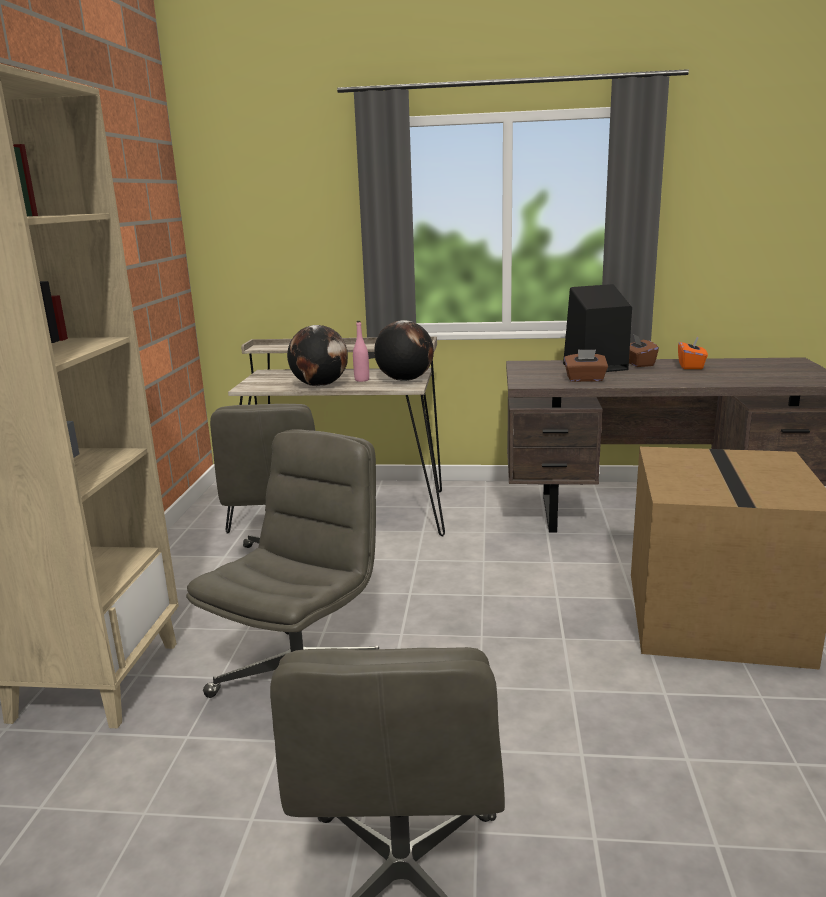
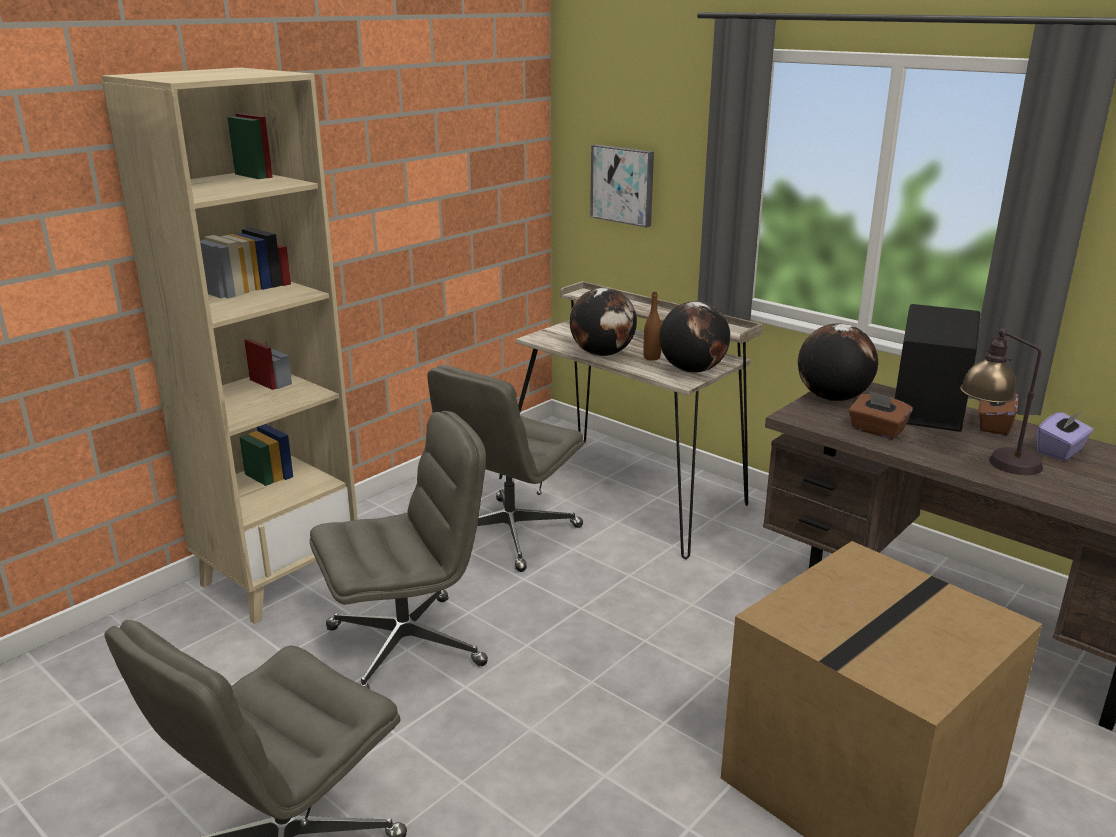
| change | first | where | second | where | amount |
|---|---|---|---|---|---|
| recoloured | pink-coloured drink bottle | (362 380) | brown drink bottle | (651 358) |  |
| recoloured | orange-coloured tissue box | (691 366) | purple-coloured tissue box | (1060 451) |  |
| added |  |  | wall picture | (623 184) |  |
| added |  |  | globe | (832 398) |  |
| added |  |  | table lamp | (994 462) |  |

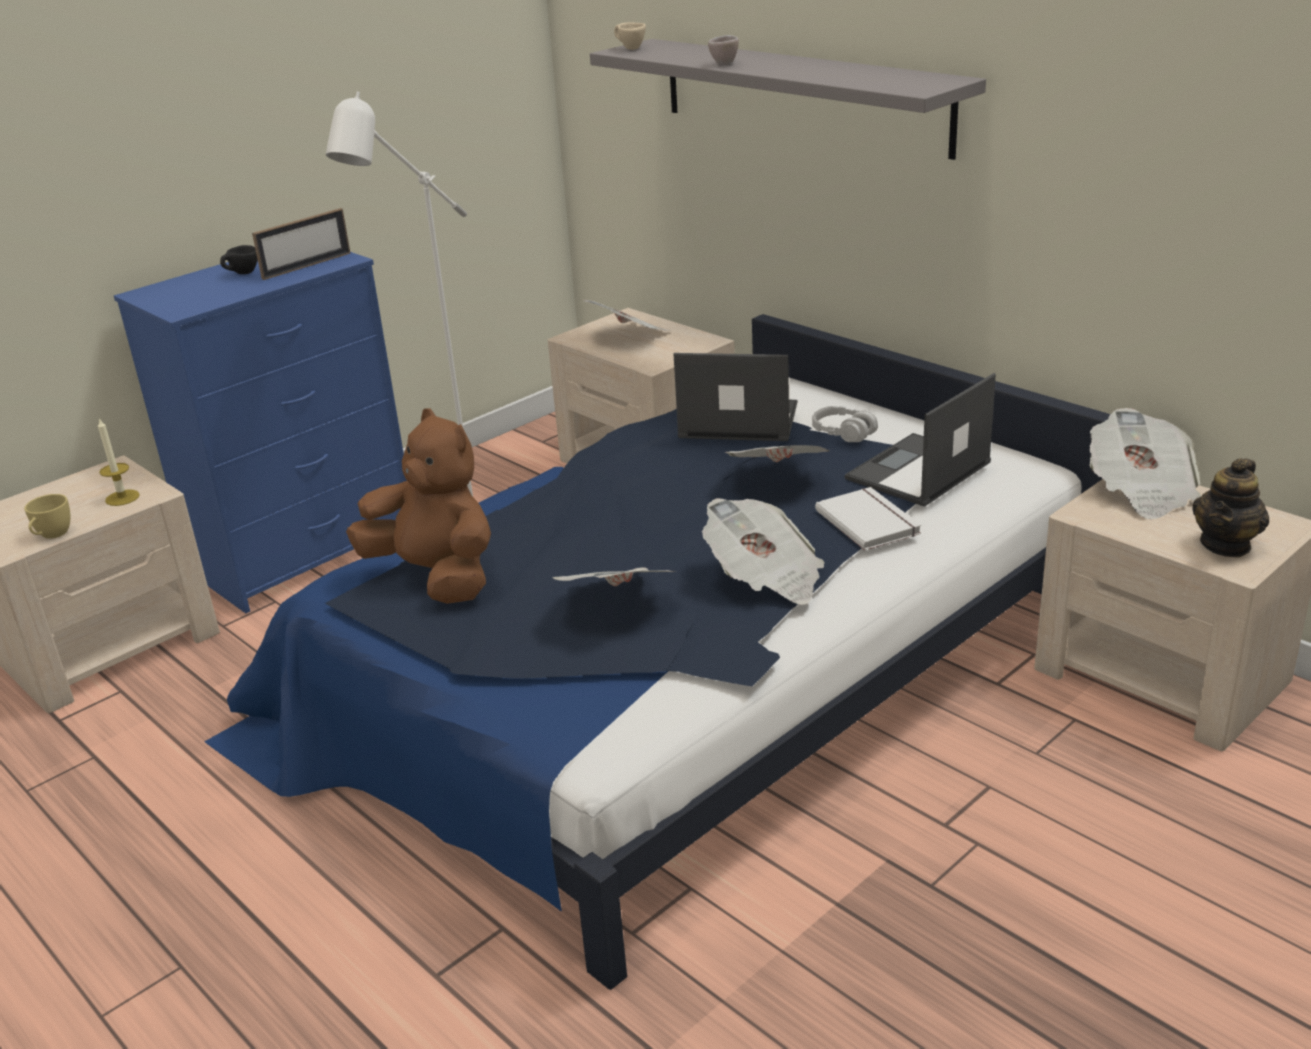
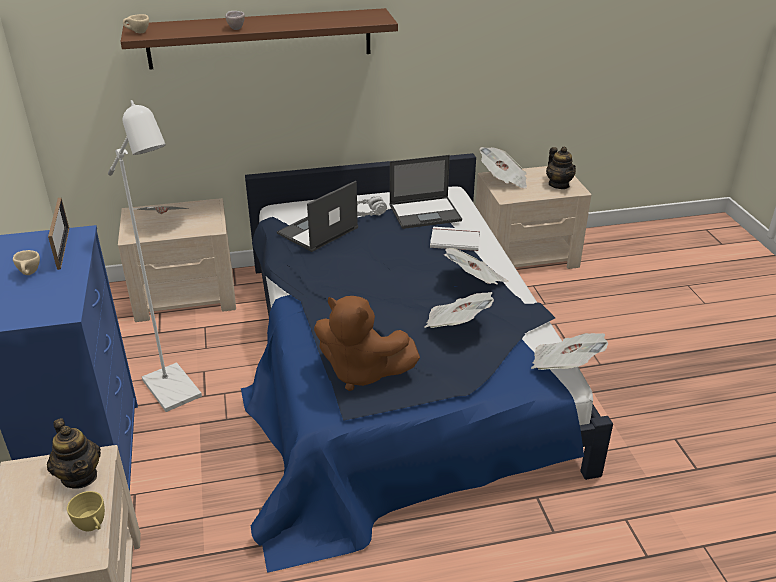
| change | first | where | second | where | amount |
|---|---|---|---|---|---|
| replaced | candle | (122 498) | teapot | (80 476) |  |
| recoloured | black-coloured cup | (242 274) | sand-coloured cup | (30 274) |  |
| turned | brown soft toy | (436 576) |  | (361 372) | 135 degrees counterclockwise |
| recoloured | greyish shelf | (801 95) | brown shelf | (260 38) |  |
| moved | daily paper | (777 478) |  | (564 366) |  |
| turned | laptop | (917 471) |  | (426 213) | 90 degrees counterclockwise |

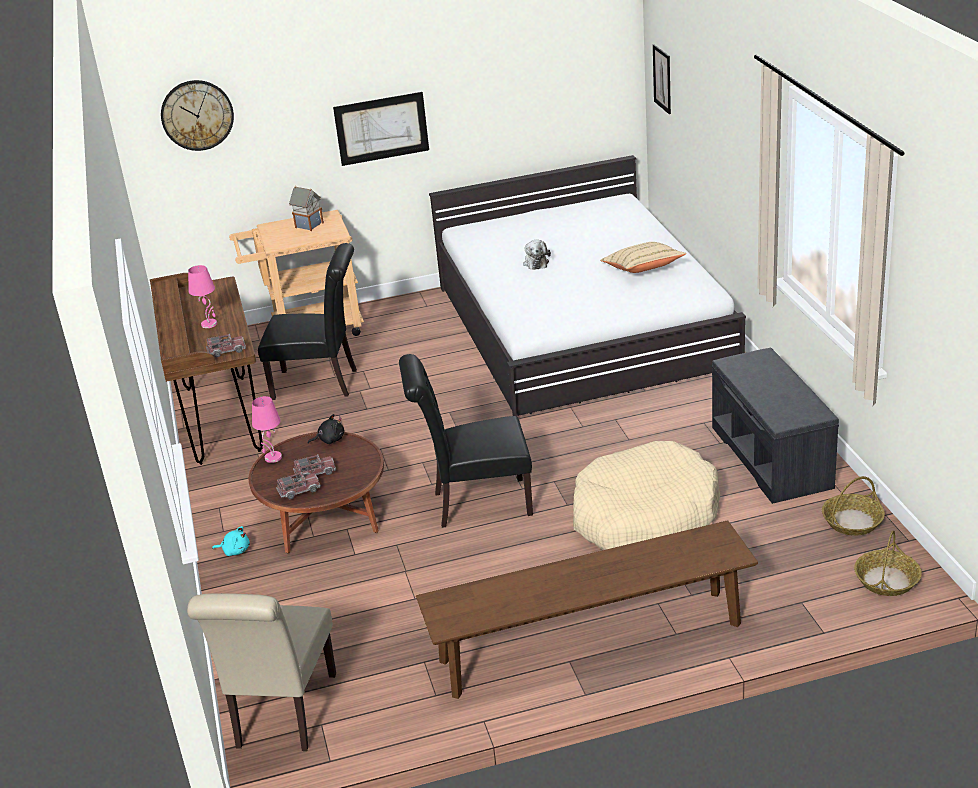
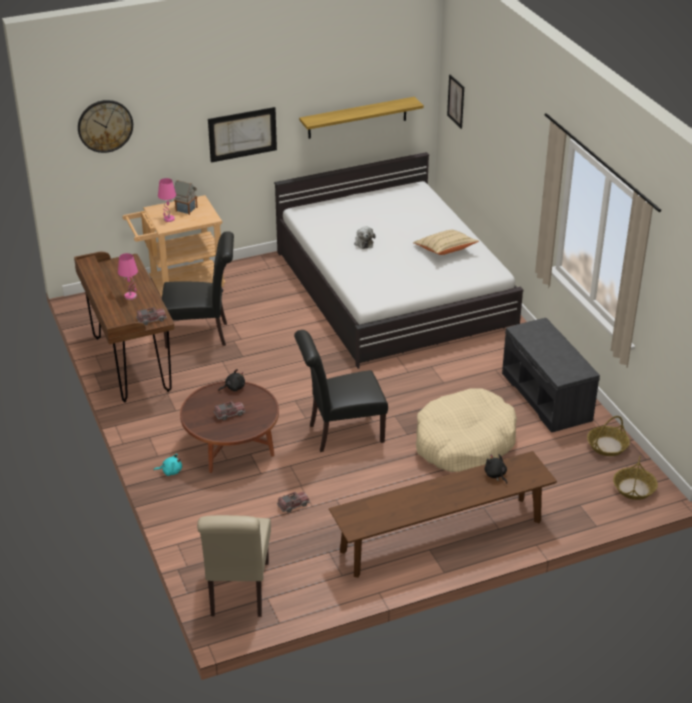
| change | first | where | second | where | amount |
|---|---|---|---|---|---|
| moved | pink-coloured table lamp | (273 458) |  | (169 219) |  |
| moved | toy lorry | (299 491) |  | (293 505) |  |
| added |  |  | shelf | (357 118) |  |
| added |  |  | black-coloured soft toy | (495 475) |  |

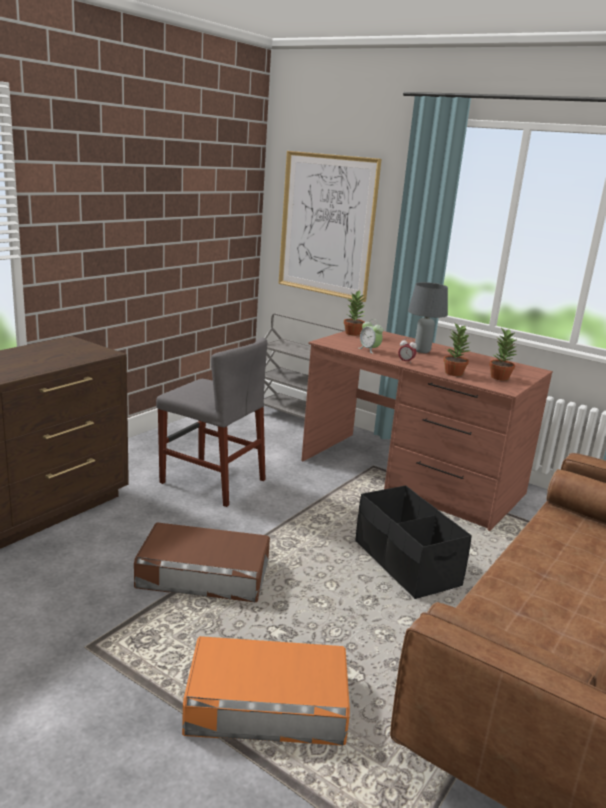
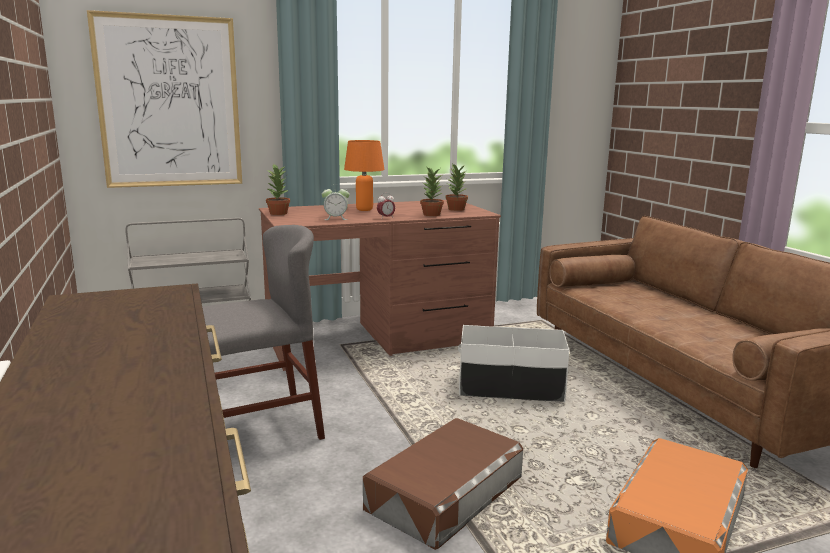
| change | first | where | second | where | amount |
|---|---|---|---|---|---|
| recoloured | black-coloured storage box | (405 563) | white-coloured storage box | (510 388) |  |
| recoloured | greyish table lamp | (422 351) | orange-coloured table lamp | (364 209) |  |

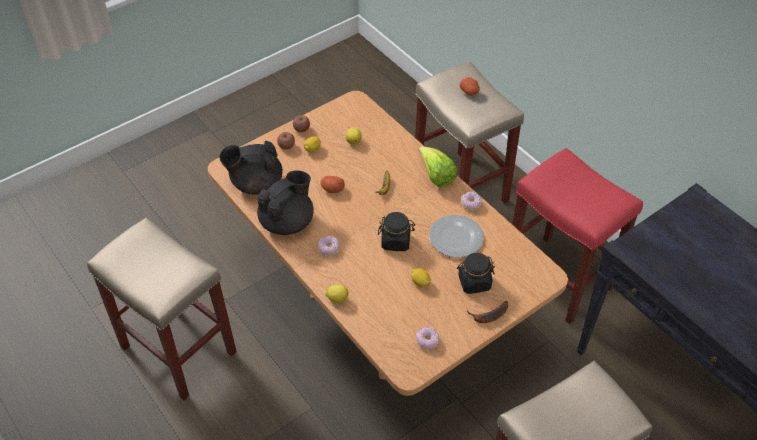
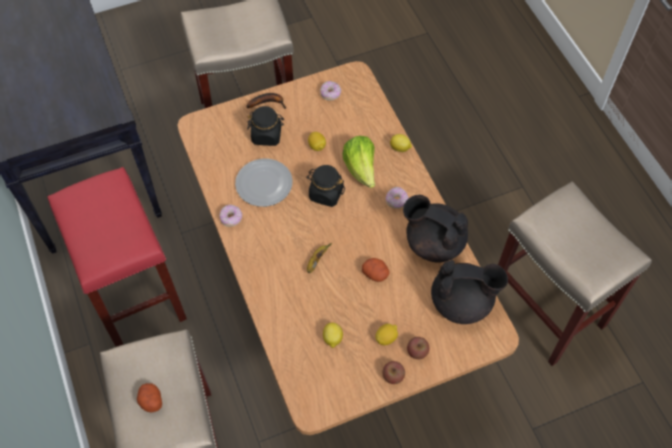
| change | first | where | second | where | amount |
|---|---|---|---|---|---|
| turned | black-coloured teapot | (287 222) |  | (433 242) | 60 degrees clockwise |
| moved | lettuce | (436 176) |  | (361 169) |  |

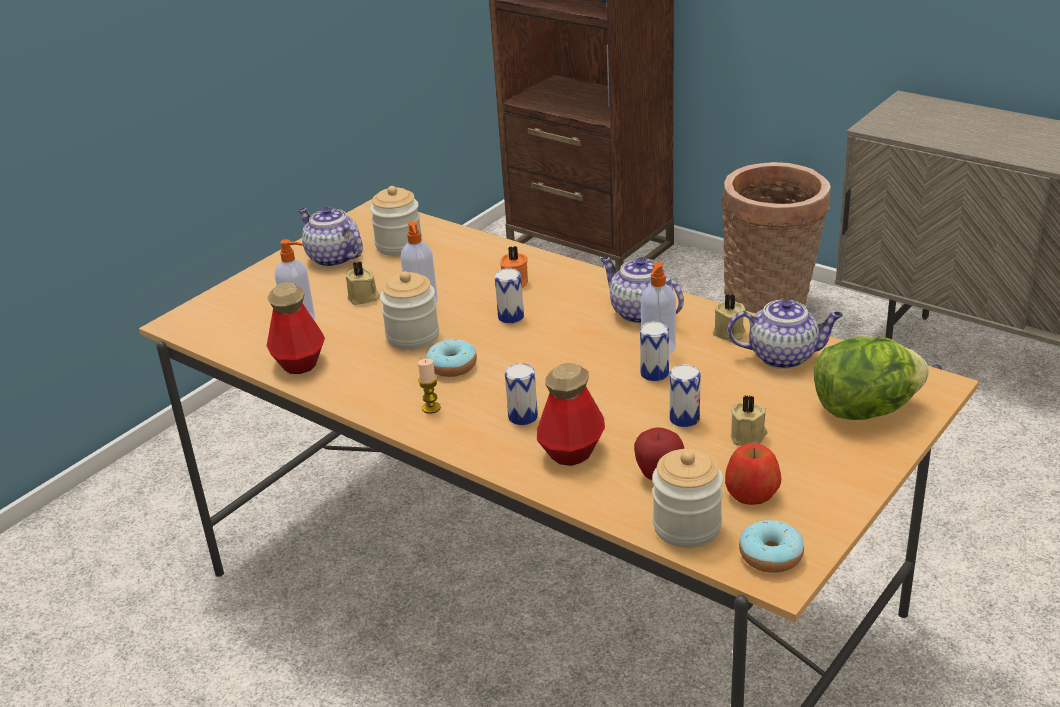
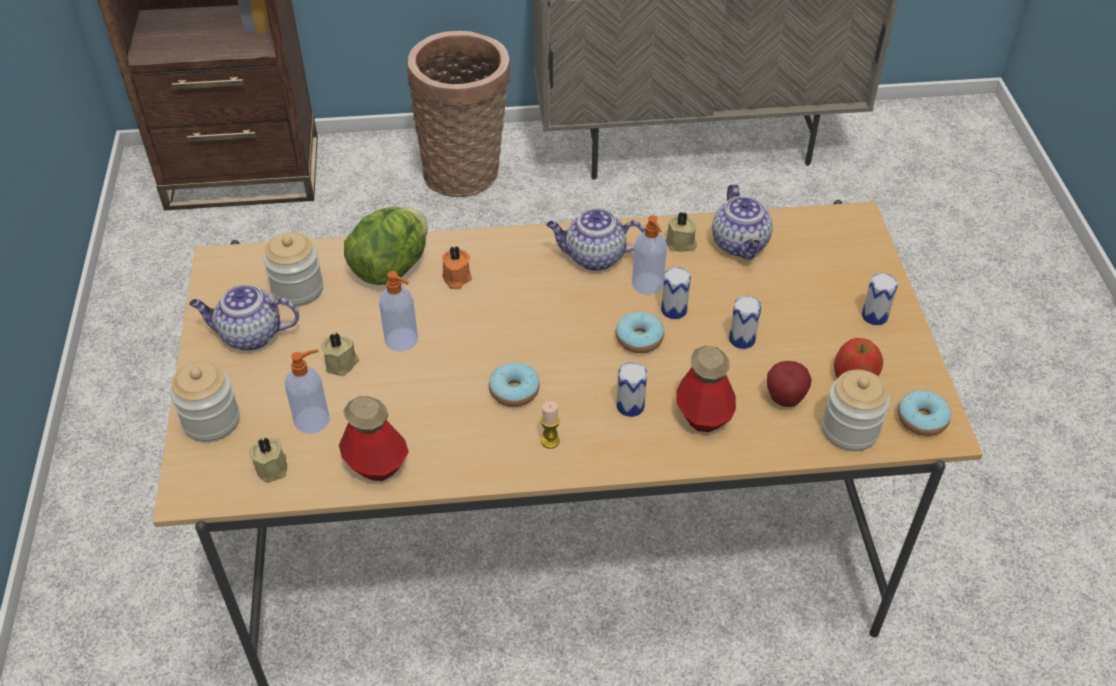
| change | first | where | second | where | amount |
|---|---|---|---|---|---|
| moved | jar | (412 336) |  | (211 421) |  |
| moved | sealed can | (511 317) |  | (874 316) |  |
| turned | teapot | (784 356) |  | (740 245) | 120 degrees clockwise |
| moved | sand-coloured candle | (749 436) |  | (273 467) |  |
| moved | lettuce | (864 410) |  | (391 268) |  |
| added |  |  | ring doughnut | (639 339) |  |

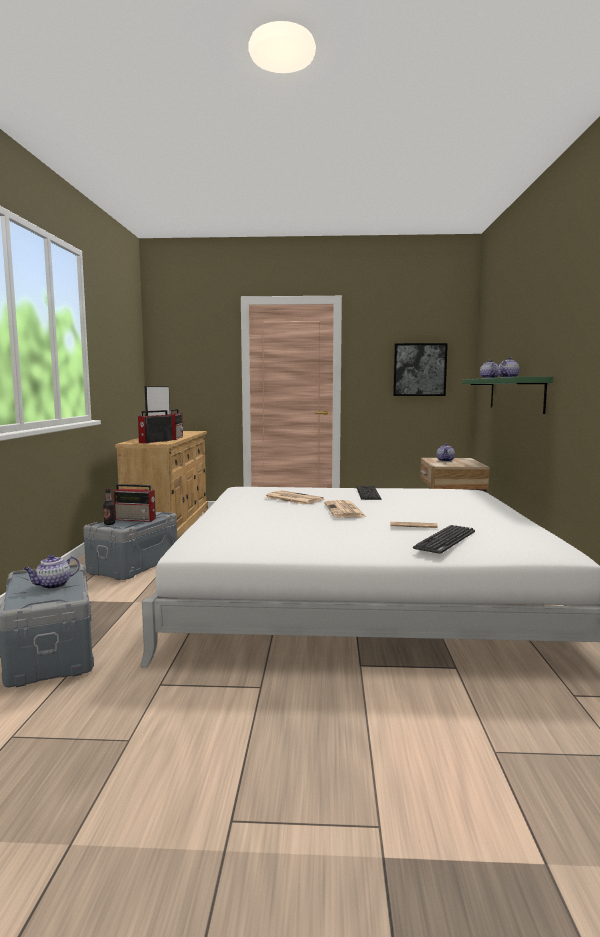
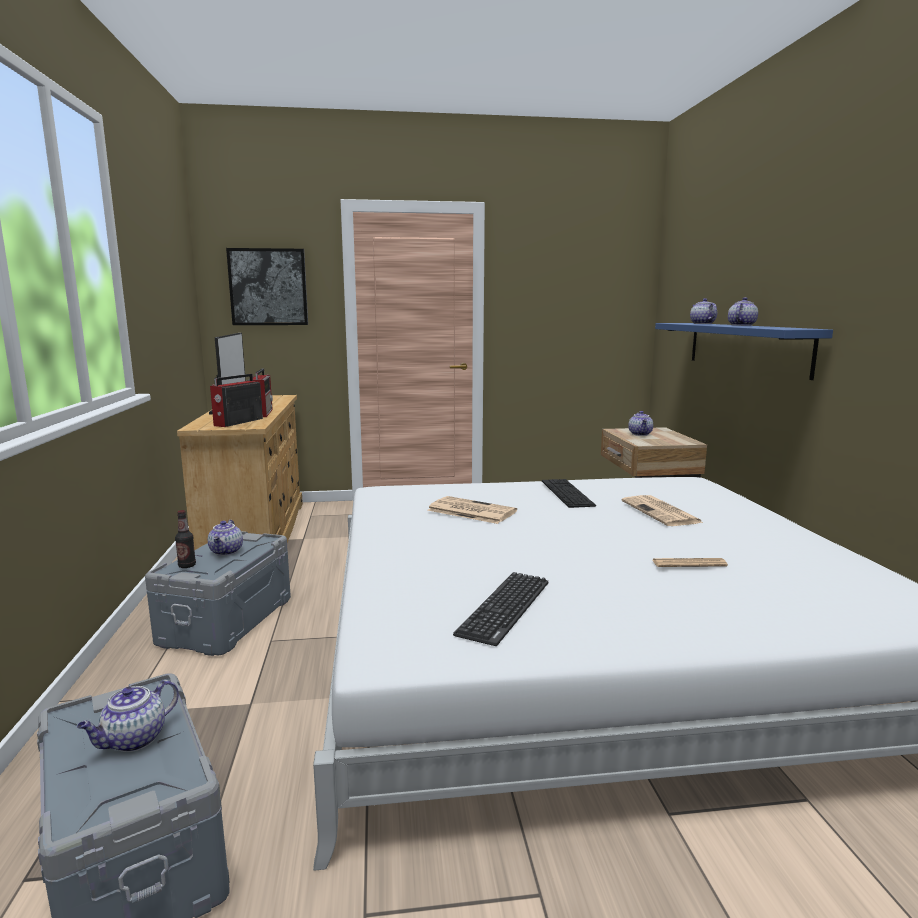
| change | first | where | second | where | amount |
|---|---|---|---|---|---|
| replaced | radio | (136 519) | teapot | (227 552) |  |
| moved | daily paper | (344 510) |  | (662 512) |  |
| moved | wall picture | (419 369) |  | (268 287) |  |
| moved | PC keyboard | (445 540) |  | (505 607) |  |
| recoloured | green shelf | (515 394) | bluish shelf | (745 347) |  |

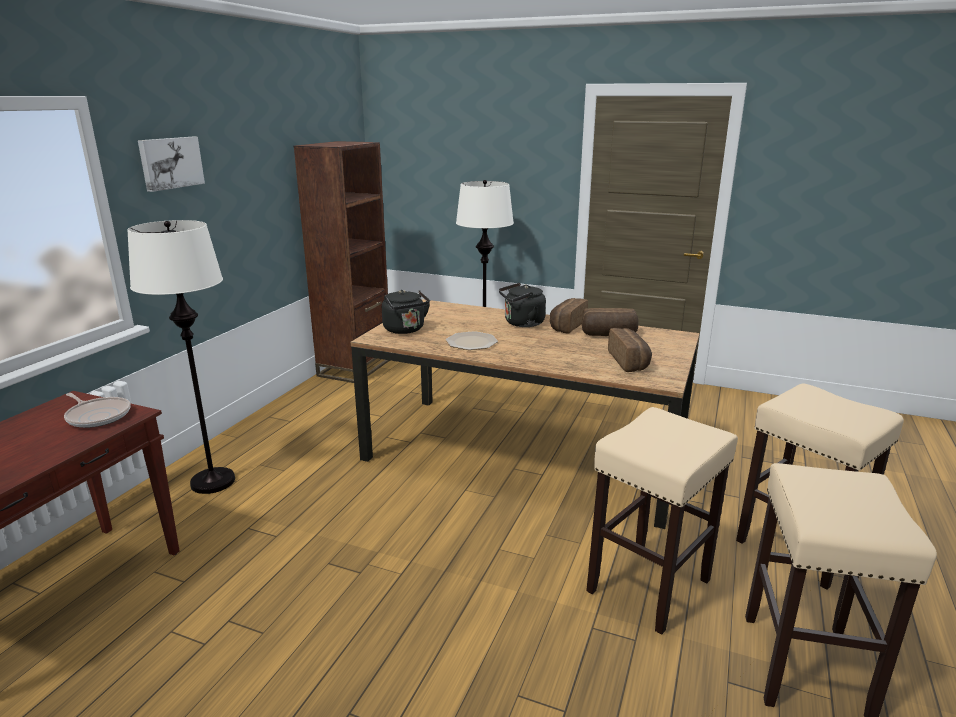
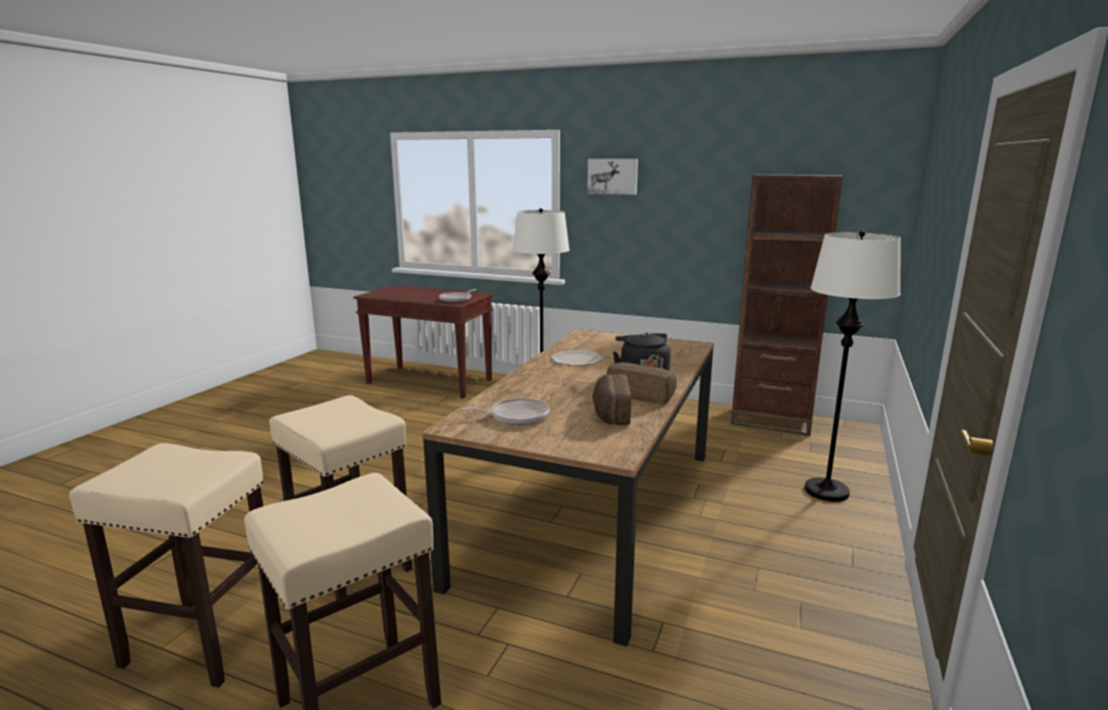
| change | first | where | second | where | amount |
|---|---|---|---|---|---|
| removed | black-coloured tea kettle | (405 330) |  |  |  |
| replaced | baked bread | (630 362) | pan | (516 416) |  |

